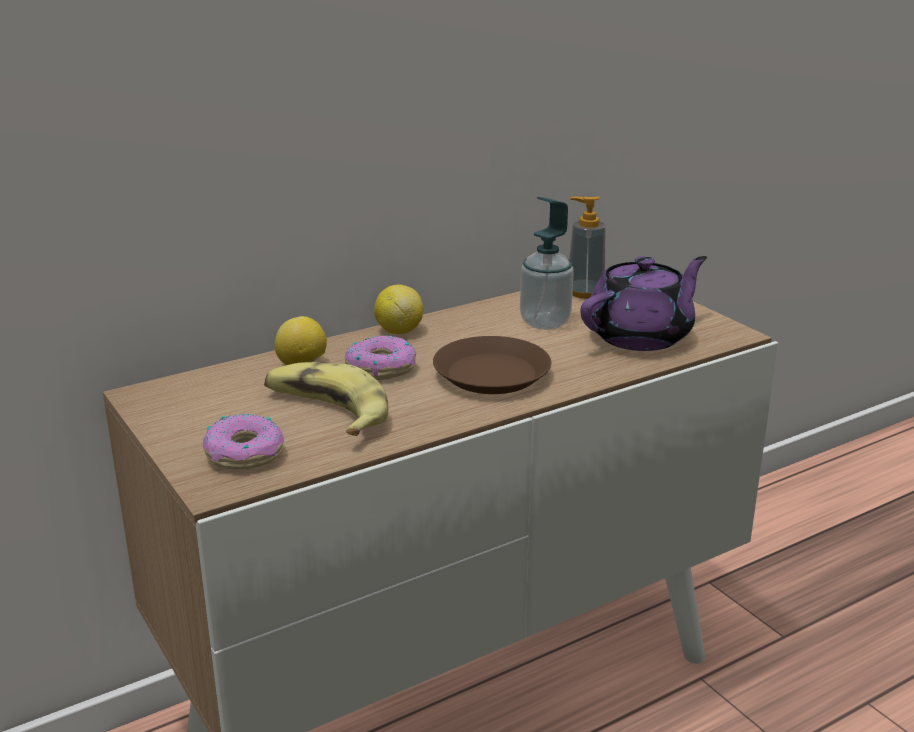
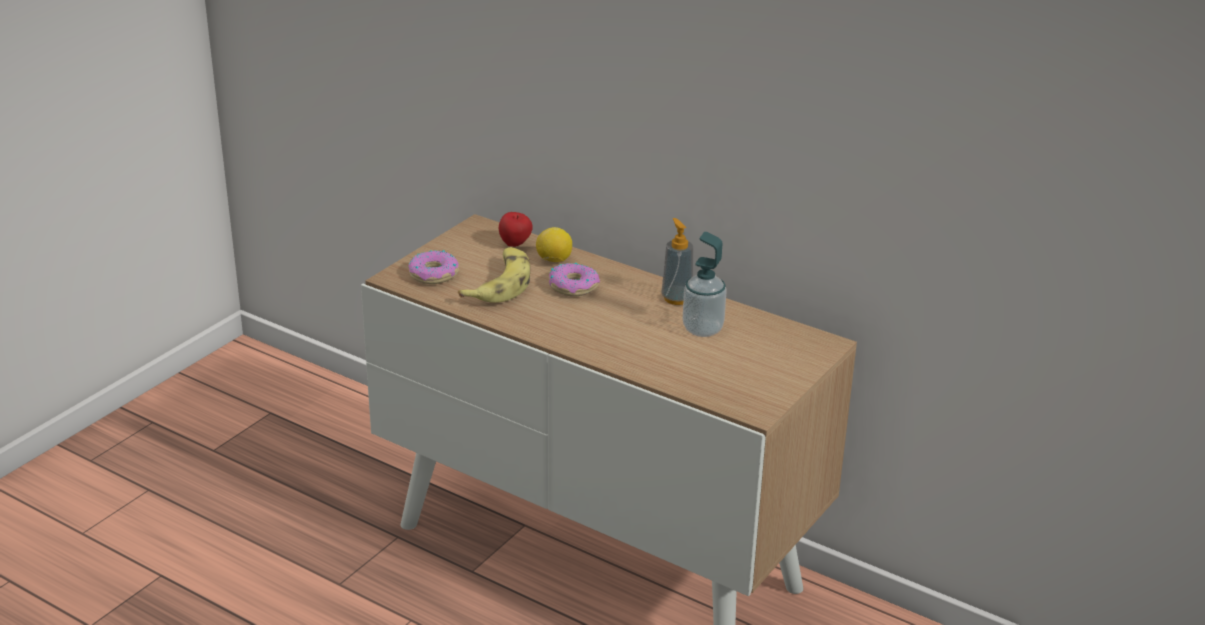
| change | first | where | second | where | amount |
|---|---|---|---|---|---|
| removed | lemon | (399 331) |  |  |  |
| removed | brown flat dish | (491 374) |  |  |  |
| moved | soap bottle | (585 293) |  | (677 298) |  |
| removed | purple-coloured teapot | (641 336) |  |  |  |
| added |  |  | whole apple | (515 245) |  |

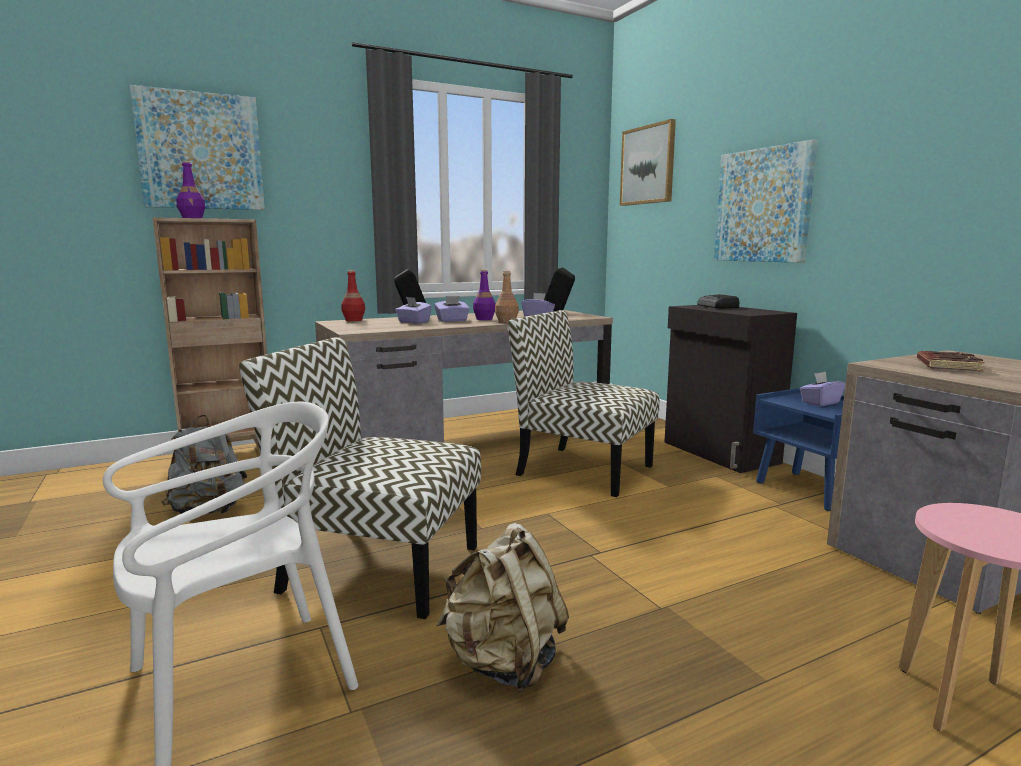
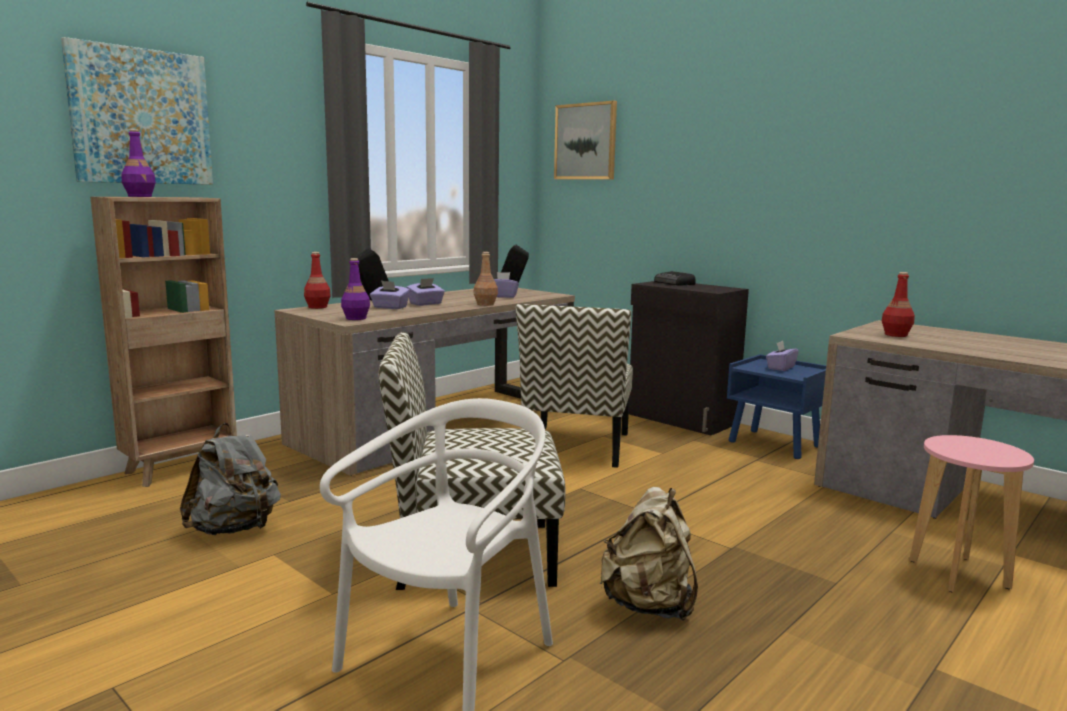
| change | first | where | second | where | amount |
|---|---|---|---|---|---|
| moved | purple-coloured drink bottle | (484 319) |  | (355 318) |  |
| turned | upright chair | (582 470) |  | (576 446) | 90 degrees counterclockwise |
| removed | wall picture | (763 205) |  |  |  |
| replaced | brown bound book | (946 366) | reddish drink bottle | (895 335) |  |

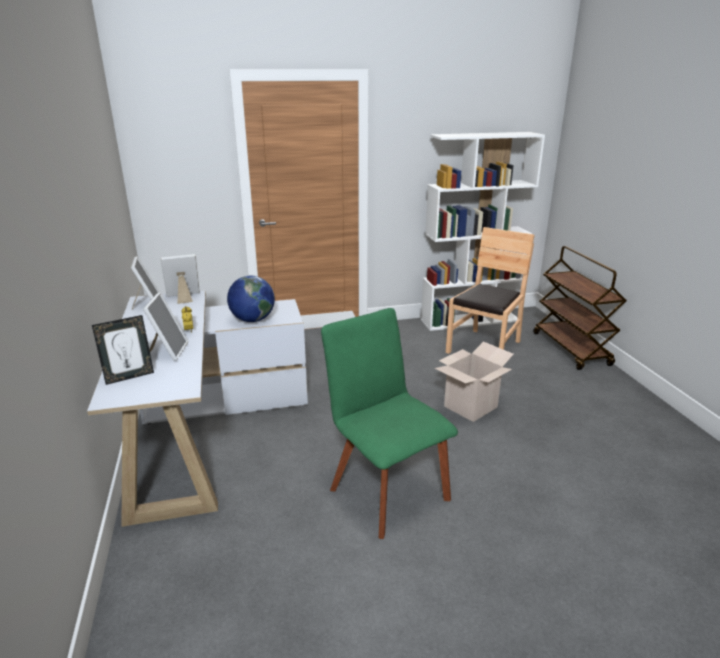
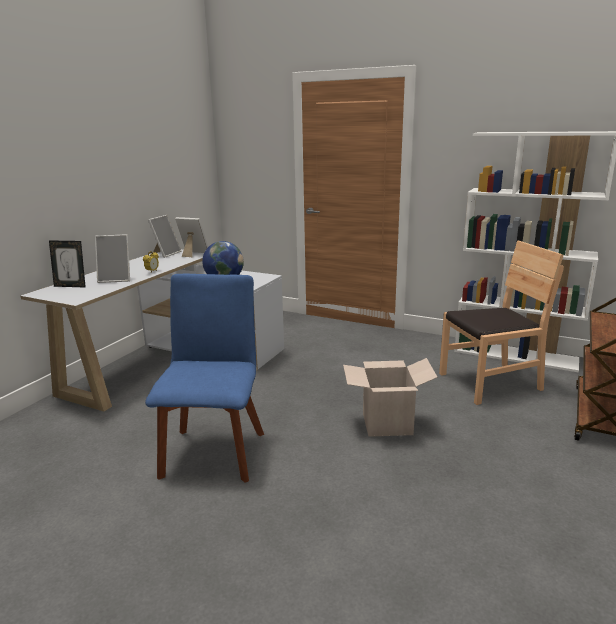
| change | first | where | second | where | amount |
|---|---|---|---|---|---|
| turned | photo frame | (168 351) |  | (116 279) | 45 degrees clockwise |
| recoloured | green upright chair | (386 490) | bluish upright chair | (214 451) |  |

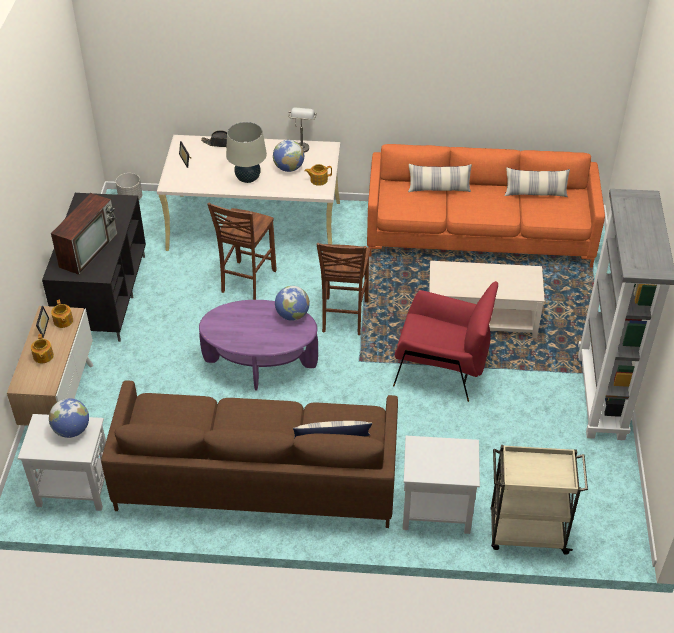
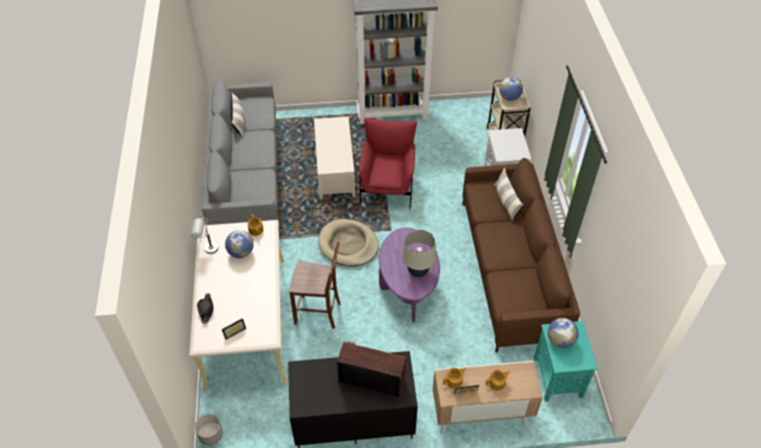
| change | first | where | second | where | amount |
|---|---|---|---|---|---|
| recoloured | white-coloured end table | (74 487) | turquoise-coloured end table | (558 378) |  |
| moved | sand-coloured table lamp | (248 178) |  | (418 271) |  |
| moved | globe | (292 315) |  | (509 97) |  |
| replaced | brown upright chair | (343 317) | sand-coloured dog bed | (348 245) |  |
| recoloured | orange-coloured sofa | (479 235) | greyish sofa | (246 177) |  |
| removed | pillow | (439 189) |  |  |  |

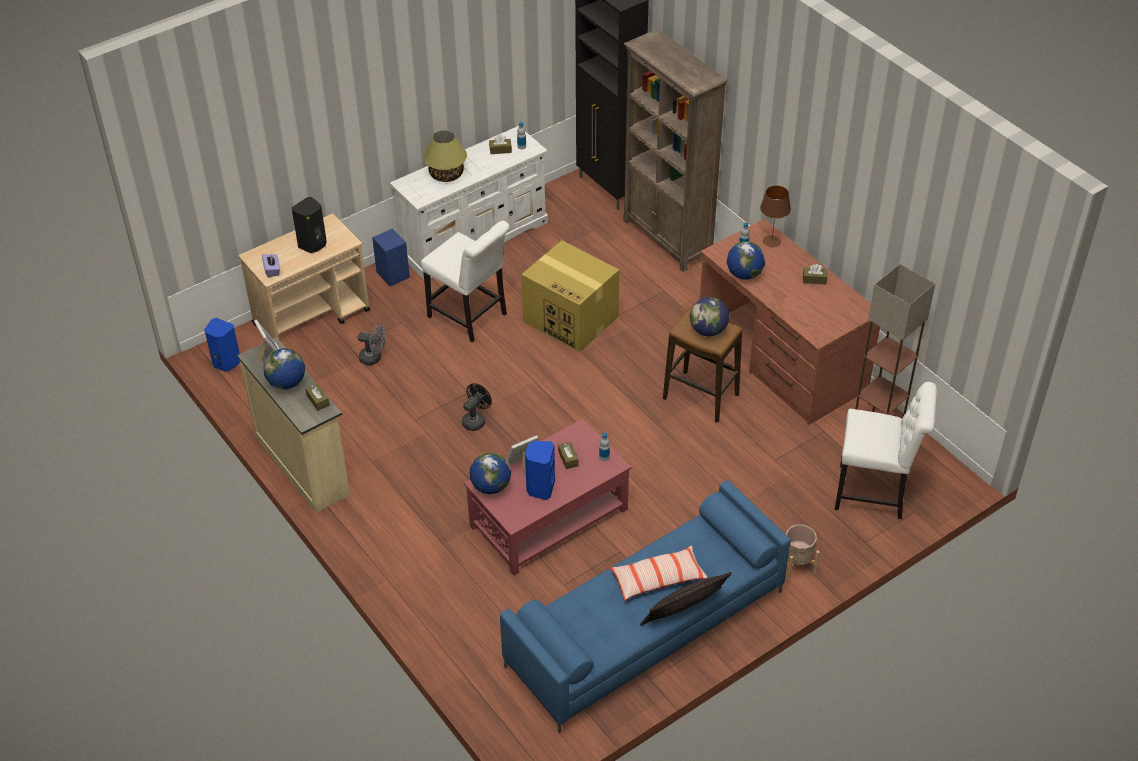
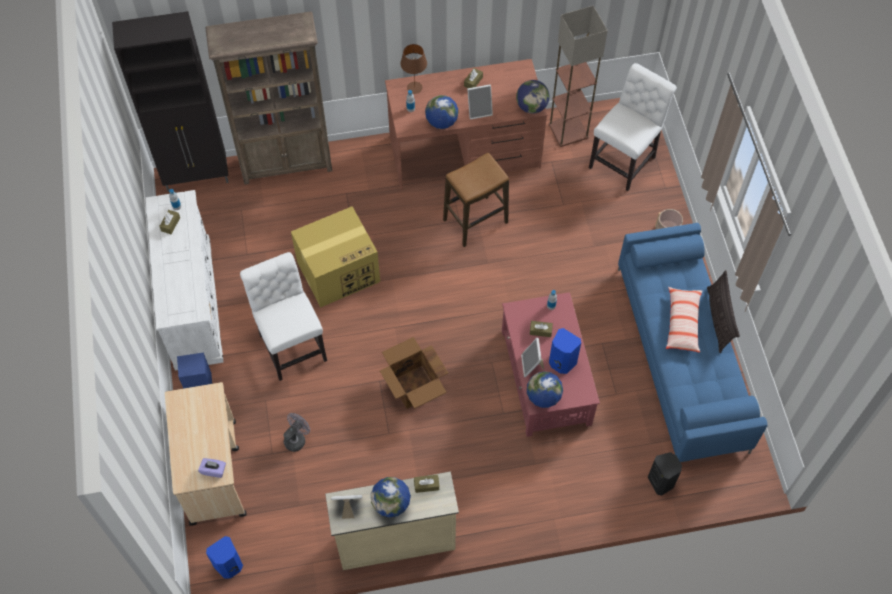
| change | first | where | second | where | amount |
|---|---|---|---|---|---|
| moved | black-coloured speaker | (313 245) |  | (661 482) |  |
| turned | white-coloured upright chair | (470 317) |  | (291 344) | 90 degrees counterclockwise |
| removed | table lamp | (446 175) |  |  |  |
| replaced | black-coloured electric fan | (476 420) | carton | (414 387) |  |
| moved | globe | (708 330) |  | (531 107) |  |
| added |  |  | photo frame | (479 111) |  |

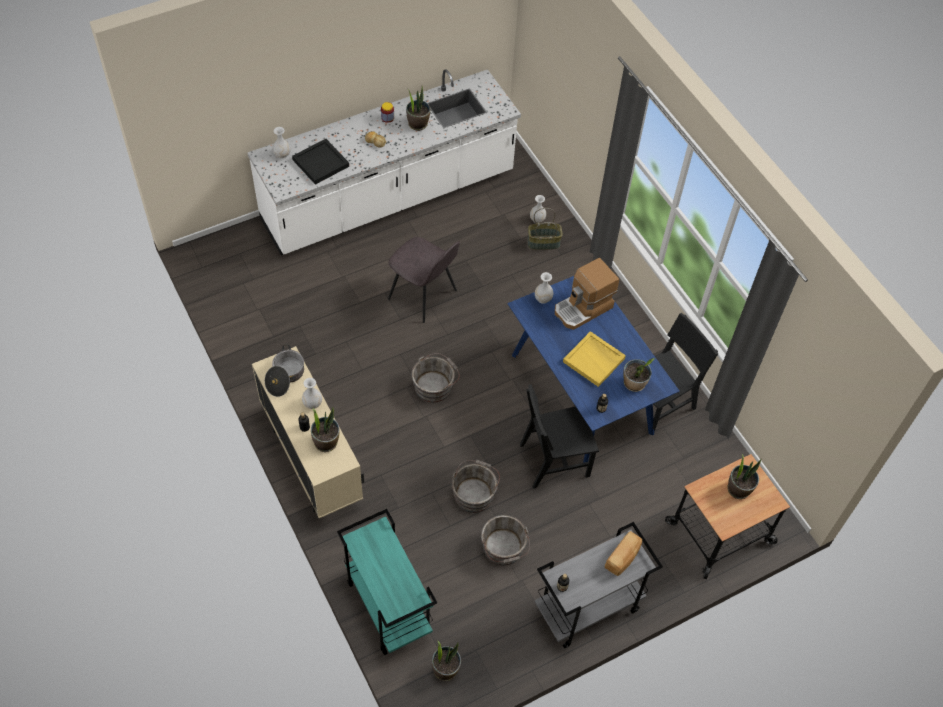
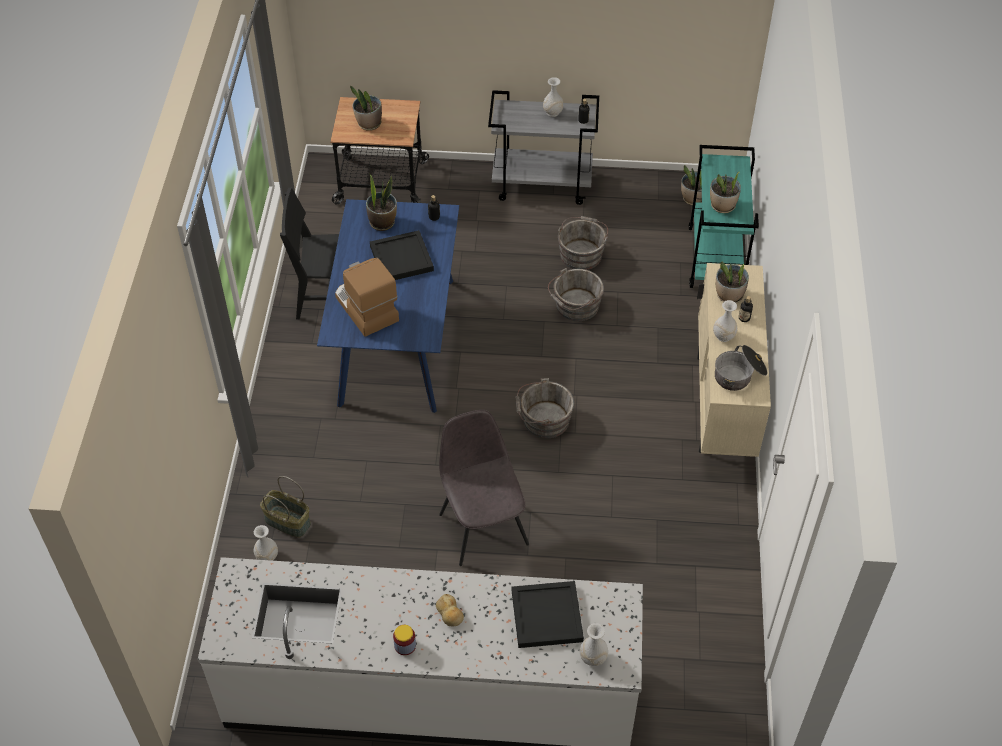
| change | first | where | second | where | amount |
|---|---|---|---|---|---|
| moved | houseplant | (418 124) |  | (722 206) |  |
| removed | black-coloured upright chair | (554 460) |  |  |  |
| moved | white-coloured vase | (543 298) |  | (553 112) |  |
| turned | coffee machine | (583 309) |  | (365 308) | 120 degrees counterclockwise |
| recoloured | yellow-coloured carrying tray | (594 360) | black-coloured carrying tray | (401 258) |  |
| removed | baked bread | (623 558) |  |  |  |

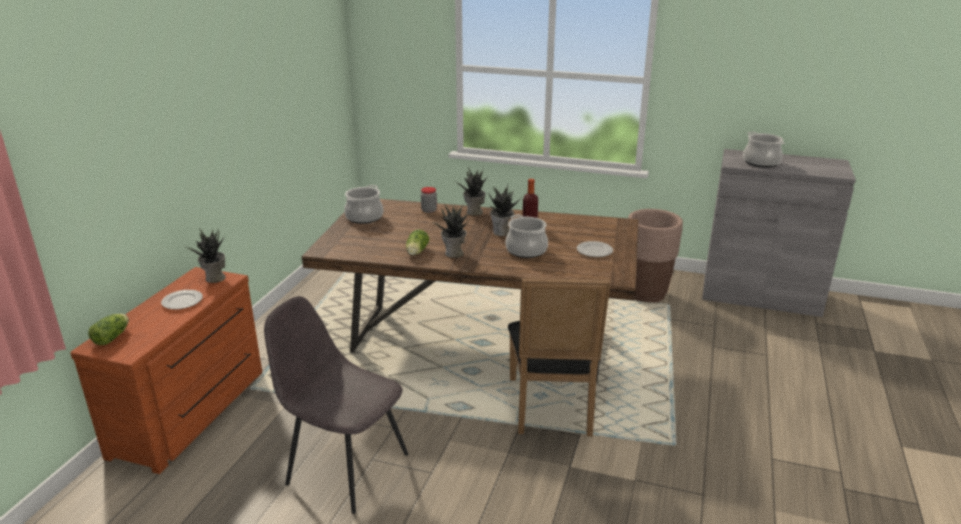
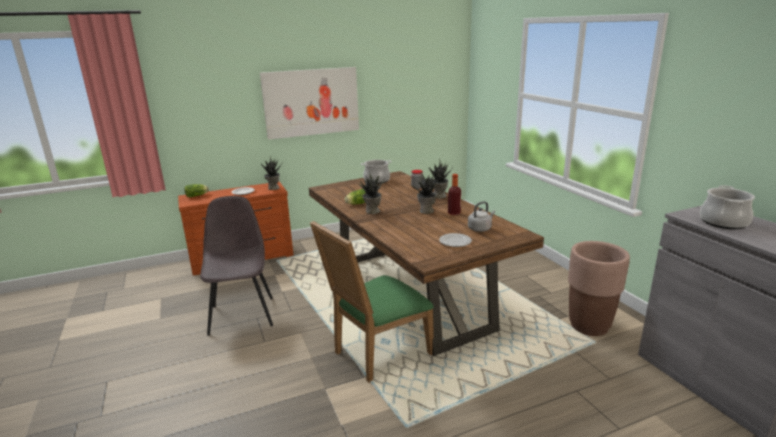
| change | first | where | second | where | amount |
|---|---|---|---|---|---|
| removed | stockpot | (526 250) |  |  |  |
| recoloured | black-coloured upright chair | (553 410) | green upright chair | (377 354) |  |
| added |  |  | wall picture | (311 102) |  |
| added |  |  | greyish tea kettle | (480 228) |  |

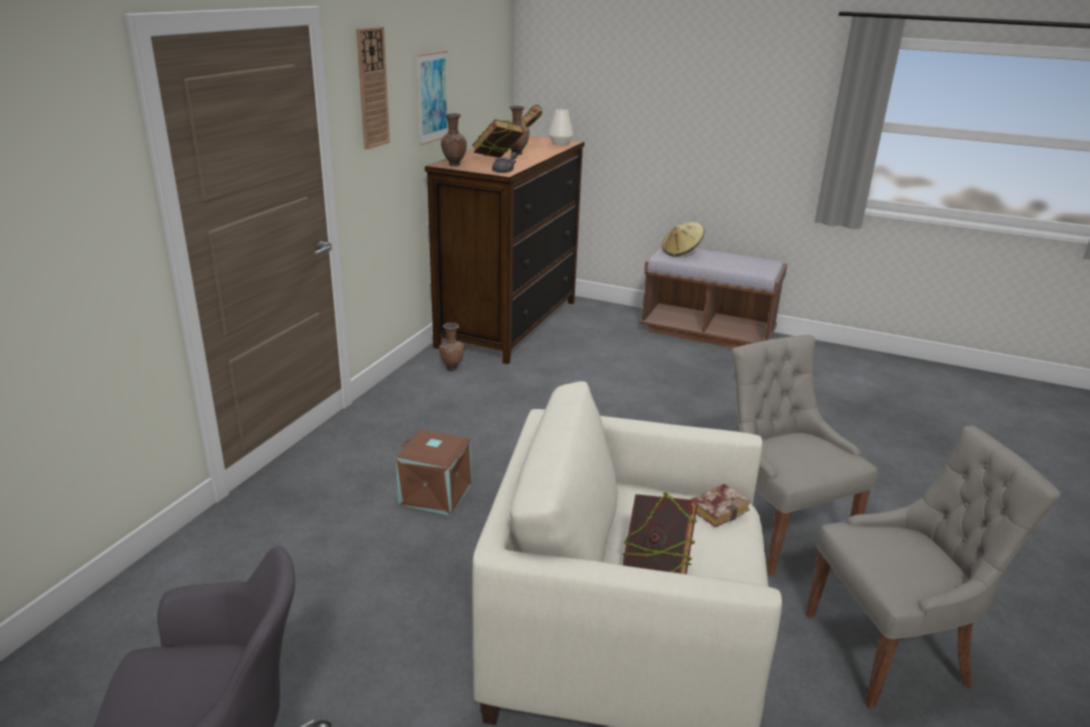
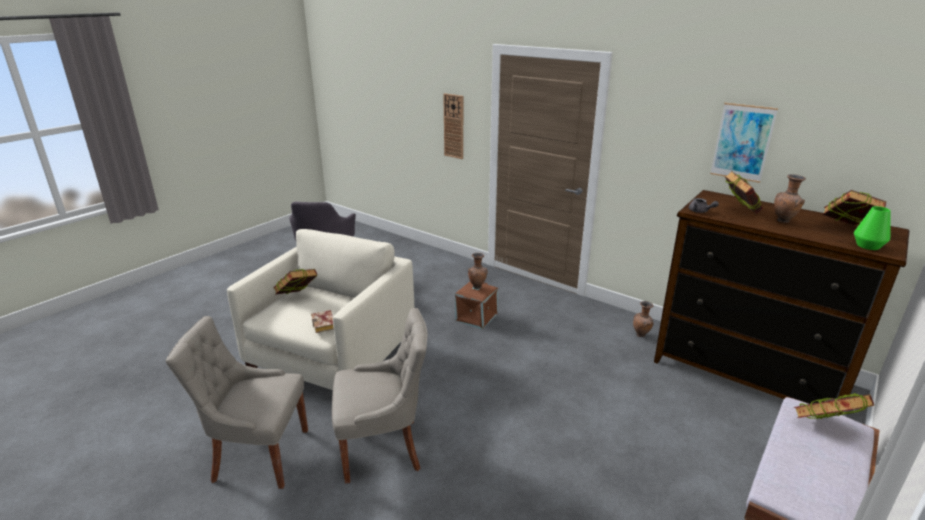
| change | first | where | second | where | amount |
|---|---|---|---|---|---|
| moved | wall clock | (372 88) |  | (454 126) |  |
| moved | brown vase | (453 165) |  | (477 286) |  |
| recoloured | white-coloured vase | (560 144) | green vase | (868 246) |  |
| replaced | sand-coloured clothing hat | (681 252) | bound book | (825 427) |  |
| turned | greyish upright chair | (890 650) |  | (258 455) | 90 degrees clockwise |

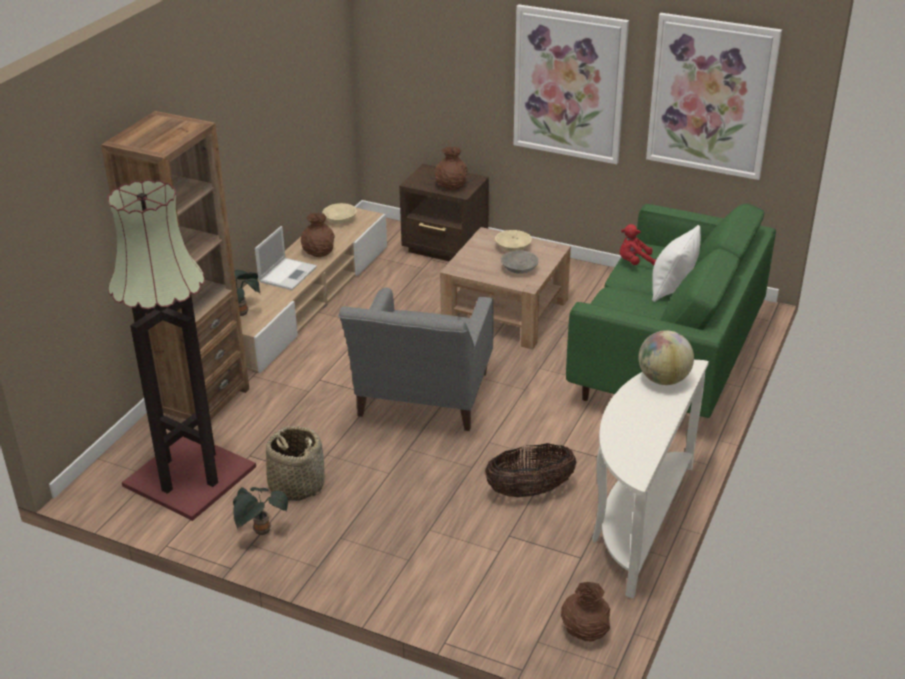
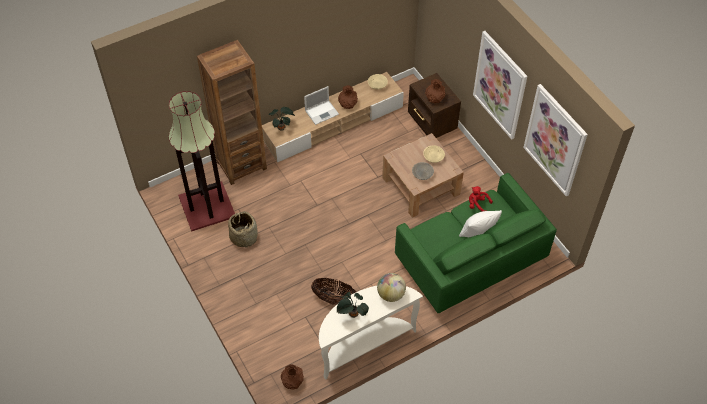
| change | first | where | second | where | amount |
|---|---|---|---|---|---|
| moved | houseplant | (261 532) |  | (352 315) |  |
| removed | greyish armchair | (422 400) |  |  |  |

